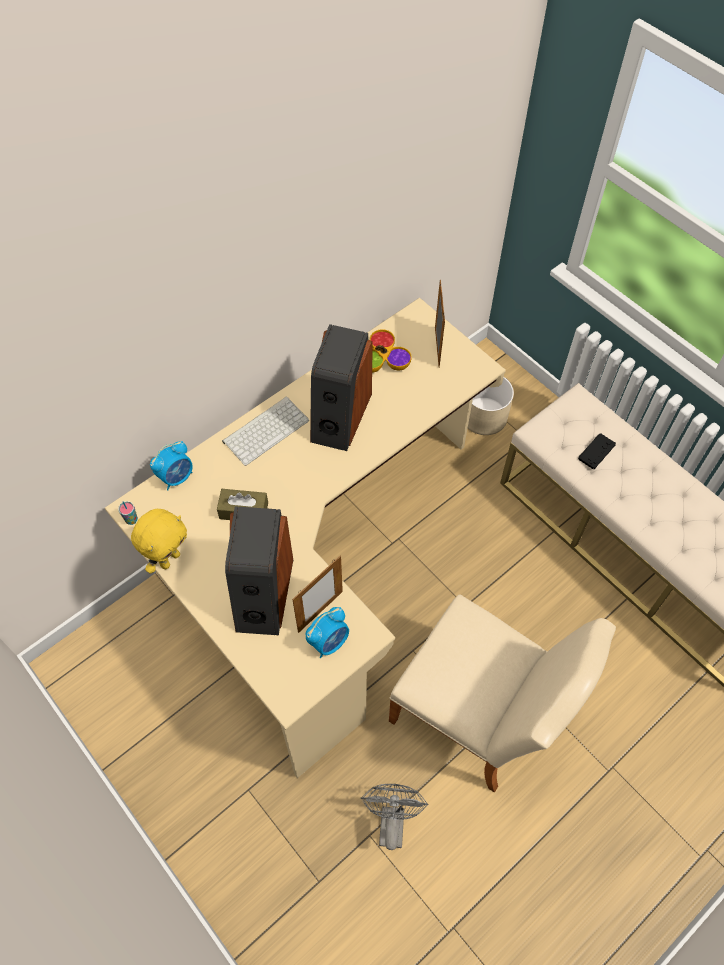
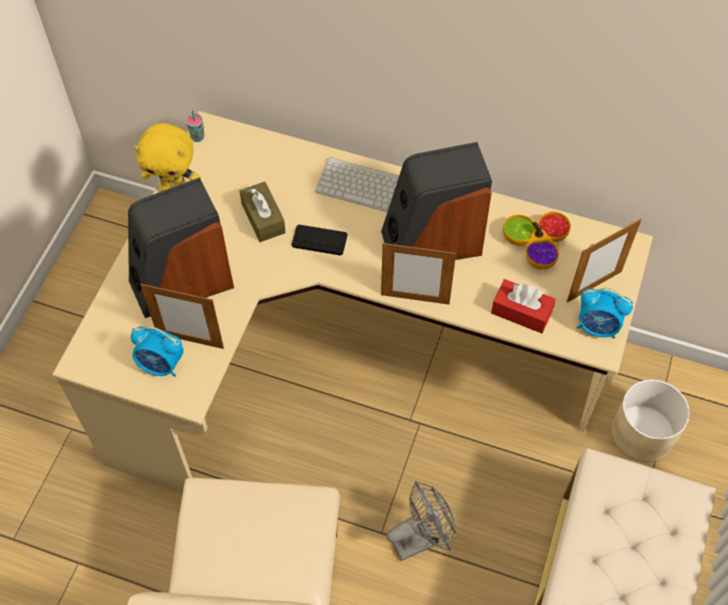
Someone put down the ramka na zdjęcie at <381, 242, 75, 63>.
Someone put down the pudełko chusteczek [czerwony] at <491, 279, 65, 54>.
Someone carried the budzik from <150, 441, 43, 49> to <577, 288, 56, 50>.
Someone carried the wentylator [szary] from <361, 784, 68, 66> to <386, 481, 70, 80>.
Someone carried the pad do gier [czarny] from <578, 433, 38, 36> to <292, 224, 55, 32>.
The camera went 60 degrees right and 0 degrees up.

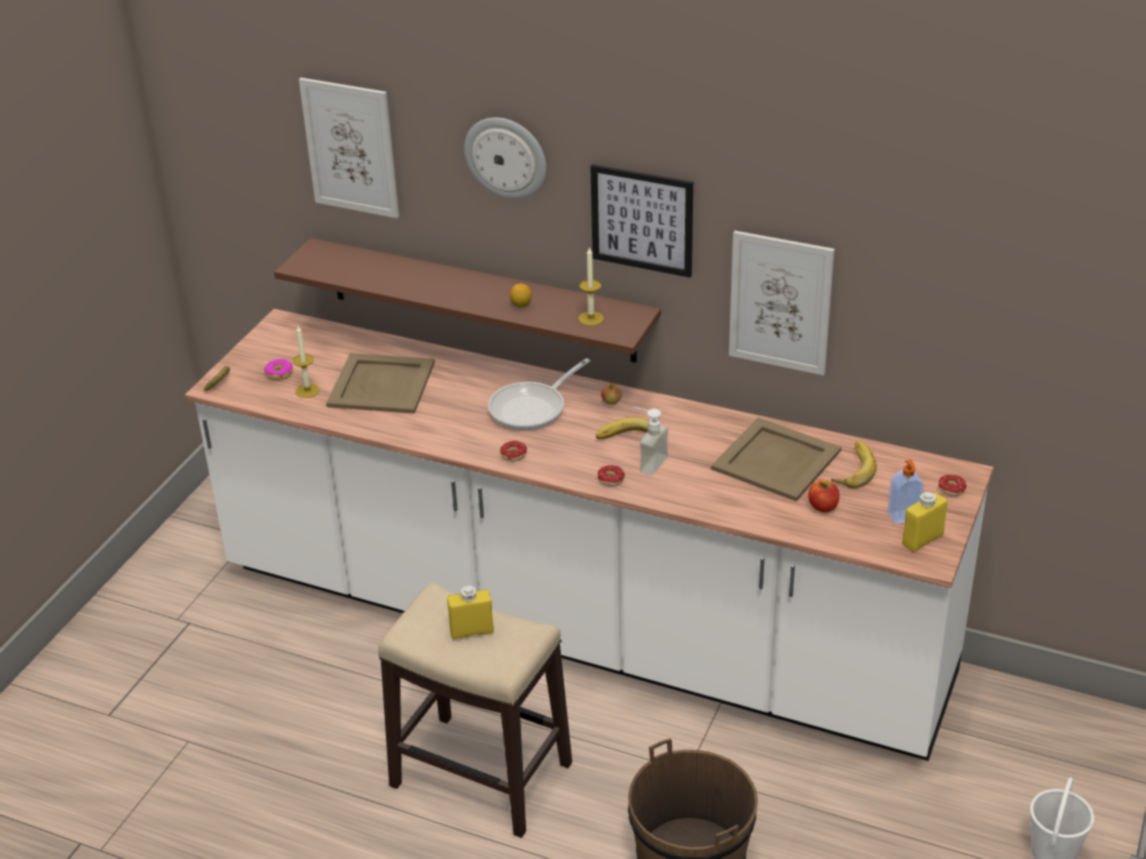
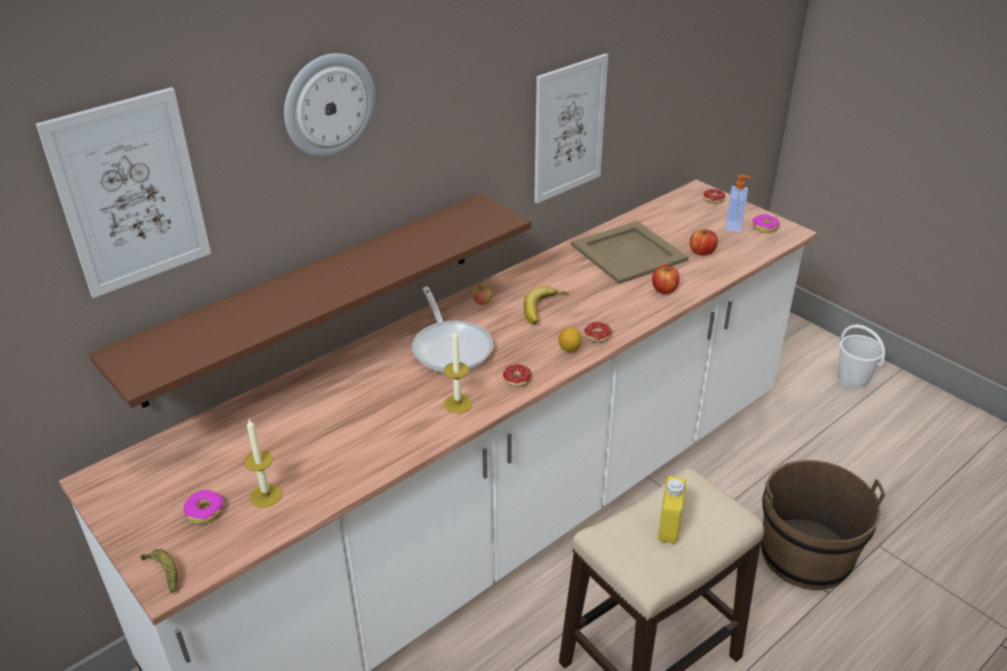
Someone took away the taca [beżowy] at <326, 353, 109, 61>.
Someone took away the obraz at <590, 164, 103, 114>.
Someone took away the dozownik mydła at <633, 407, 35, 68>.
Someone took away the banan at <831, 441, 46, 47>.
Someone put down the jabłko at <652, 265, 28, 29>.
Someone carried the cytryna from <510, 283, 22, 24> to <558, 327, 24, 25>.
Someone carried the świeca from <578, 247, 26, 79> to <444, 329, 28, 84>.
Someone swapped the butelka [żółty] at <902, 492, 46, 60> for the donut at <752, 214, 27, 19>.
The camera went 65 degrees left and 0 degrees up.

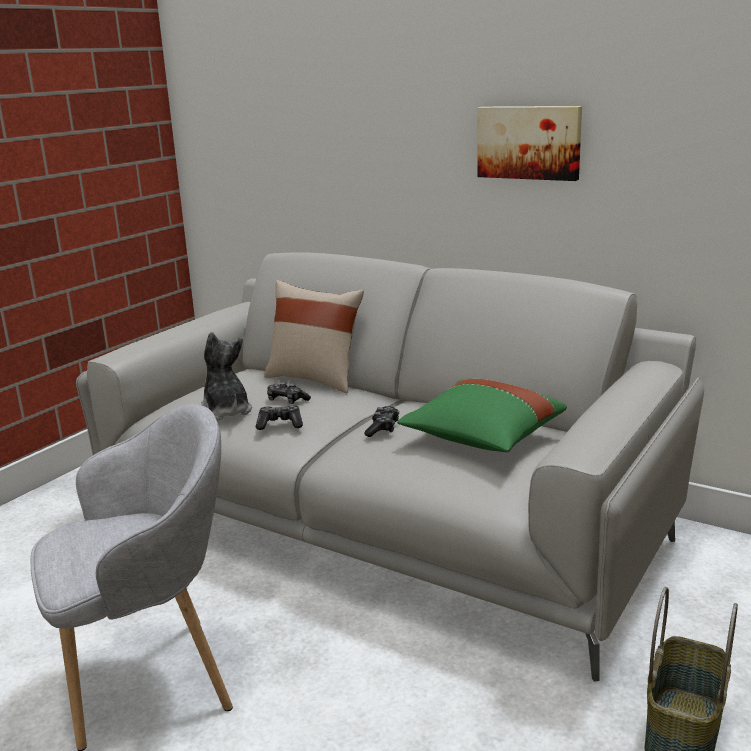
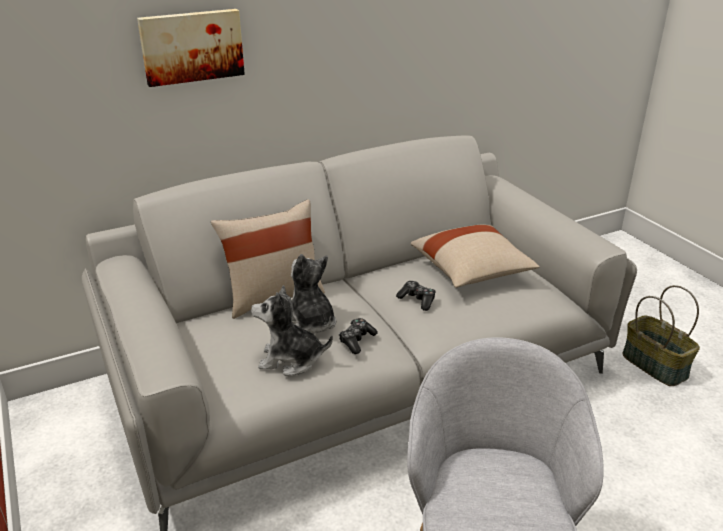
Someone carried the obraz from <477, 106, 105, 75> to <137, 9, 108, 78>.
Someone swapped the pad do gier at <267, 382, 44, 22> for the pluszak at <291, 254, 45, 80>.
Someone repainted the poduszka [zielony] at <397, 379, 170, 73>, which became the poduszka [beżowy] at <410, 225, 130, 63>.
The camera went 60 degrees left and 10 degrees up.

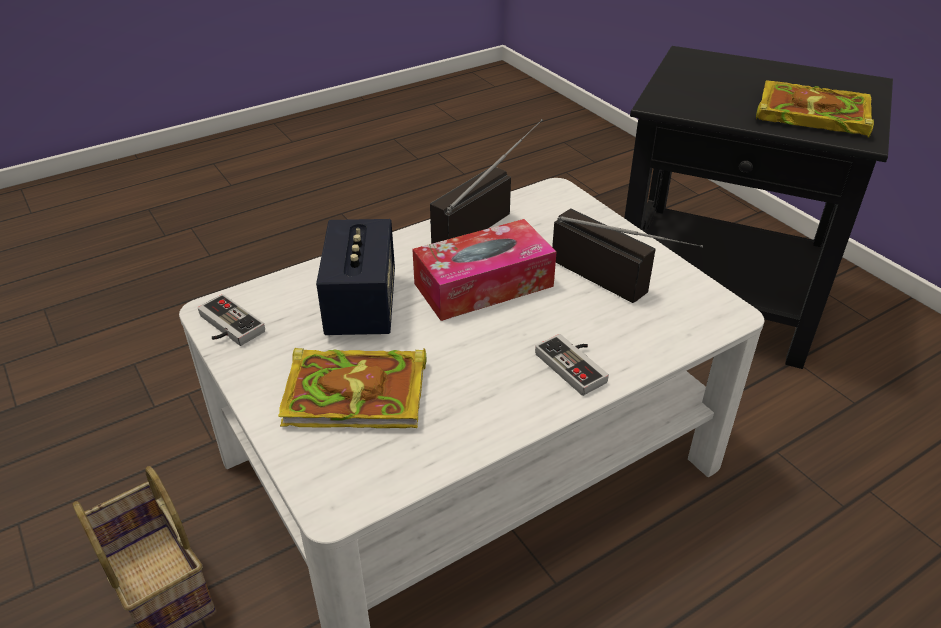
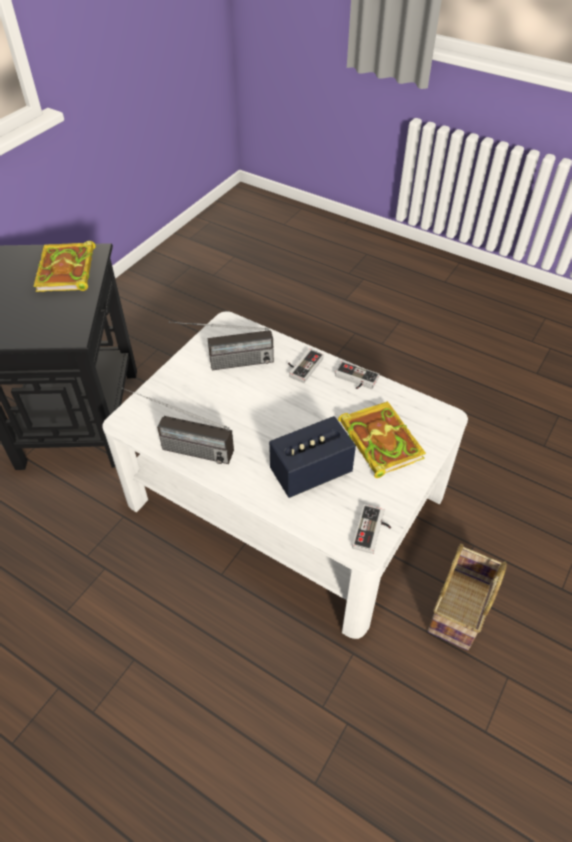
Someone took away the pudełko chusteczek at <412, 219, 144, 102>.
Someone put down the pad do gier at <335, 361, 45, 28>.
Someone rotated the radio at <552, 209, 151, 94> by 120 degrees counterclockwise.
The camera went 115 degrees left and 10 degrees up.

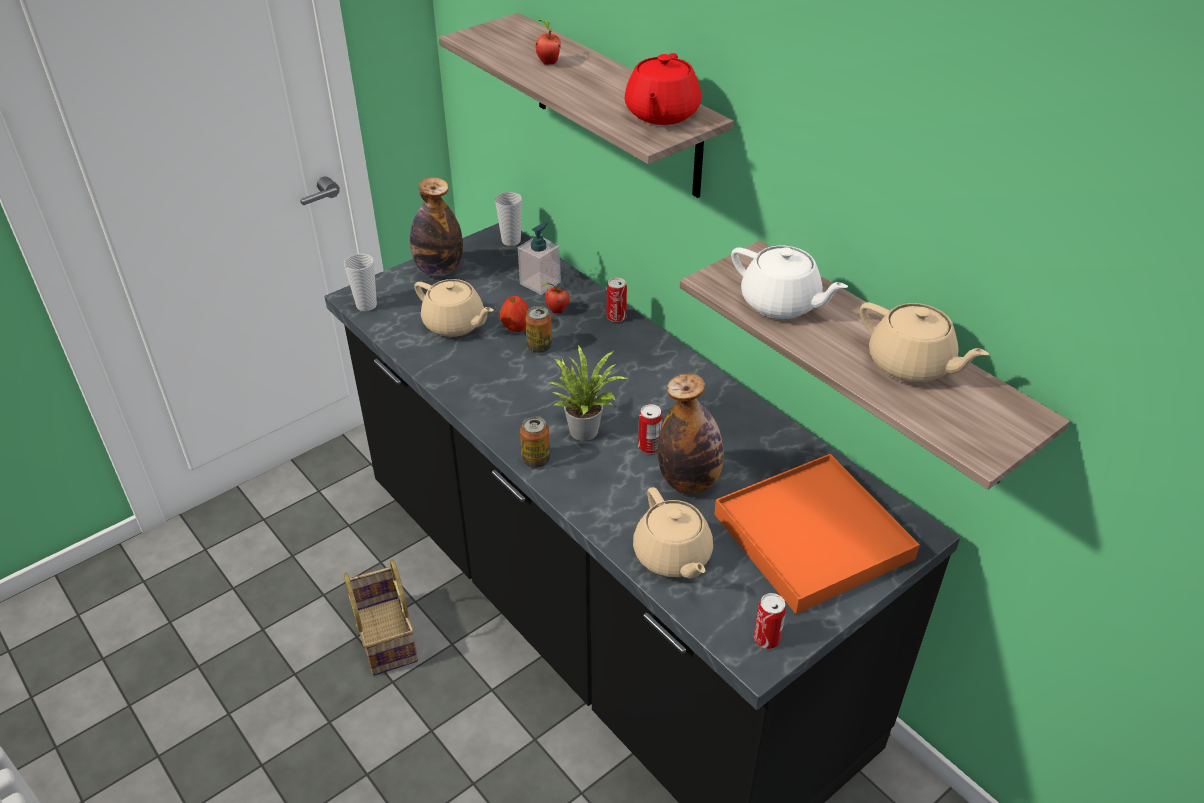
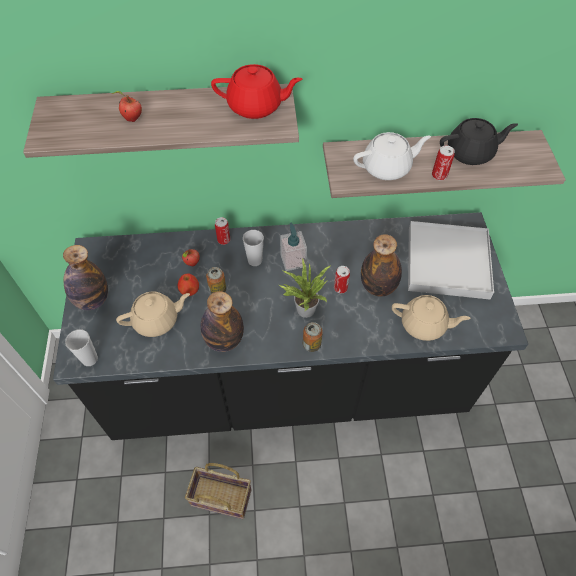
Someone put down the butelka at <200, 291, 44, 61>.
Someone carried the filiżanka from <495, 192, 27, 54> to <243, 230, 21, 36>.
Someone carried the dozownik mydła from <518, 221, 43, 74> to <280, 223, 27, 48>.
Someone carried the puszka from <754, 593, 32, 56> to <432, 145, 23, 35>.
Someone repainted the taca [pomarańczowy] at <714, 454, 206, 160>, which became the taca [biały] at <408, 221, 86, 78>.
Someone repainted the imbryk [beżowy] at <860, 302, 129, 81>, which became the imbryk [czarny] at <440, 118, 78, 47>.
Someone rotated the imbryk [czerwony] at <625, 53, 76, 72> by 45 degrees counterclockwise.
The camera went 55 degrees left and 15 degrees up.

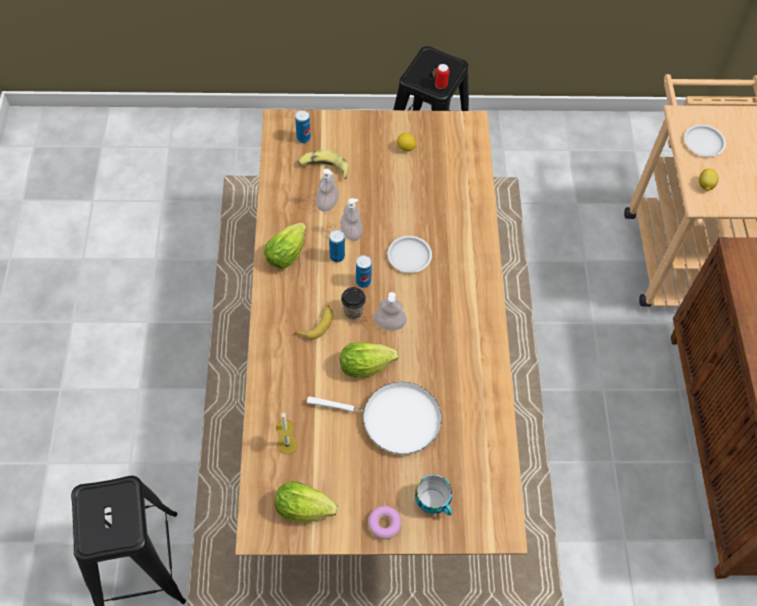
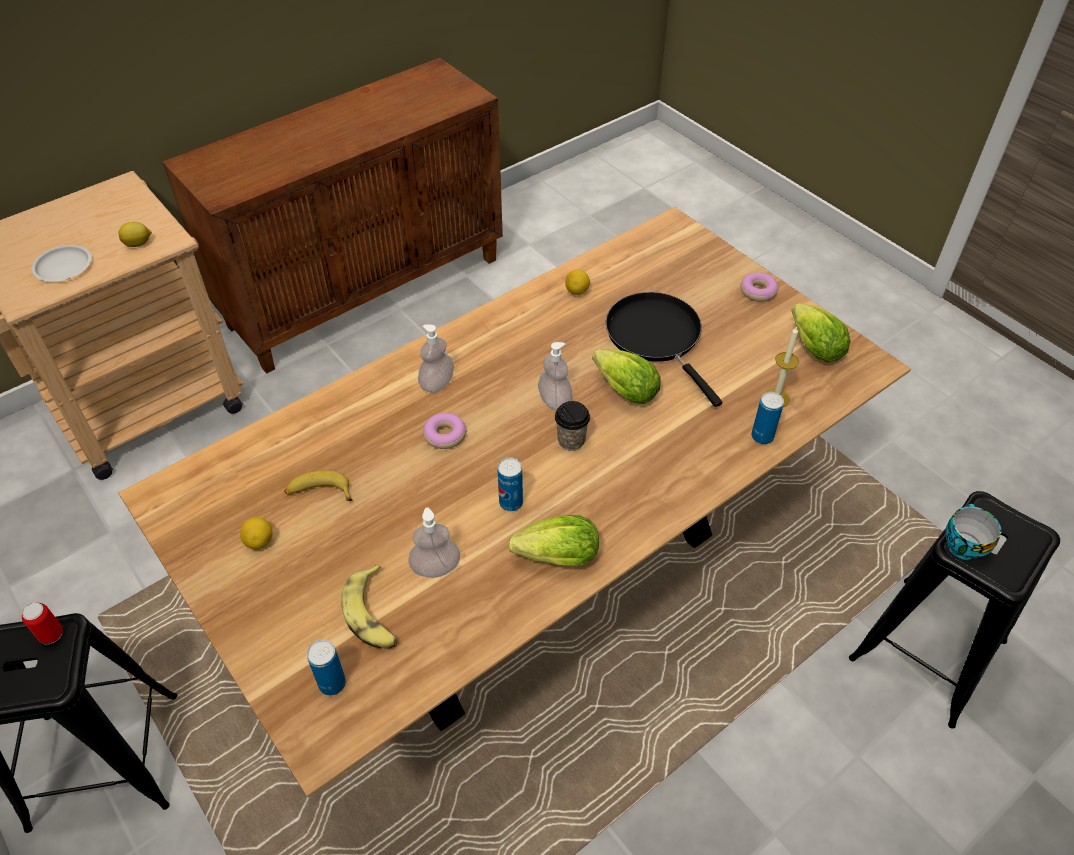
Someone put down the cytryna at <565, 270, 25, 25>.
Someone carried the banan from <294, 305, 39, 35> to <284, 470, 68, 31>.
Someone carried the dozownik mydła from <340, 198, 23, 43> to <418, 324, 36, 69>.
Someone carried the puszka from <356, 255, 16, 33> to <751, 392, 33, 52>.
Someone carried the filiżanka from <415, 474, 37, 41> to <946, 504, 55, 56>.
Someone swapped the talerz [biały] at <388, 236, 44, 37> for the donut at <423, 413, 44, 36>.
Someone repainted the patelnia [biały] at <307, 382, 135, 73>, which became the patelnia [czarny] at <606, 292, 116, 115>.
The camera went 125 degrees left and 10 degrees down.

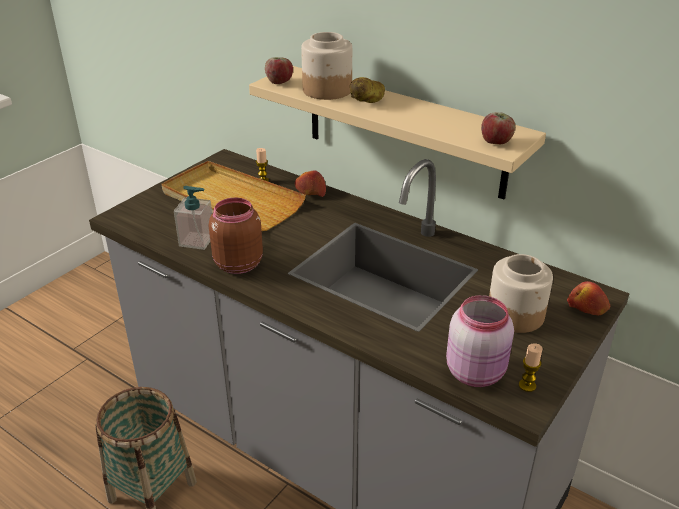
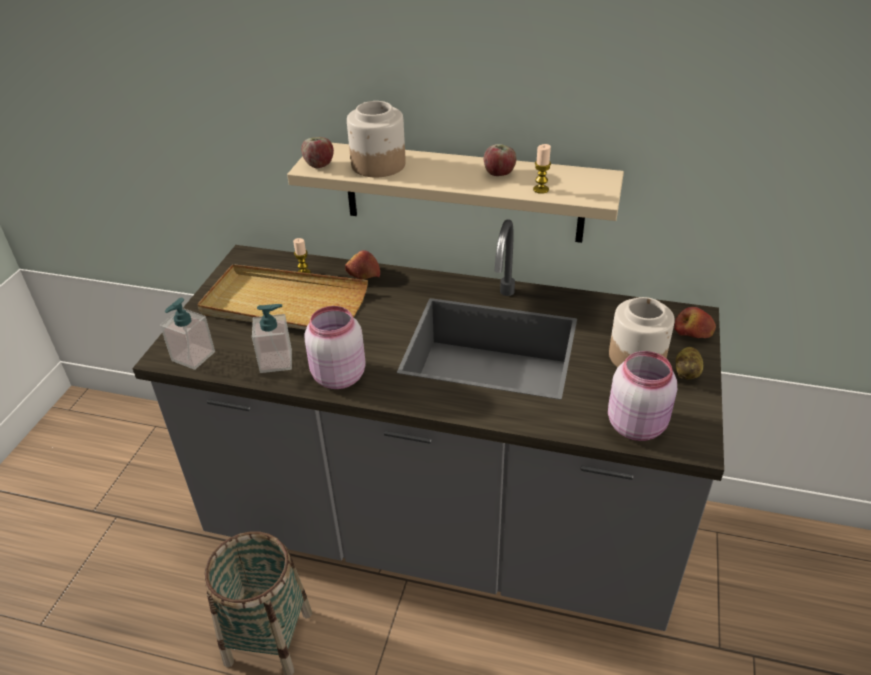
Someone put down the dozownik mydła at <160, 298, 55, 72>.
Someone carried the ziemniak from <350, 77, 35, 26> to <676, 347, 27, 33>.
Someone carried the jabłko from <481, 112, 34, 32> to <484, 144, 33, 32>.
Someone carried the świeca from <519, 343, 24, 49> to <533, 144, 18, 50>.
Someone repainted the słoik [brązowy] at <209, 198, 54, 76>, which became the słoik [różowy] at <305, 306, 61, 83>.
The camera went 20 degrees left and 5 degrees up.

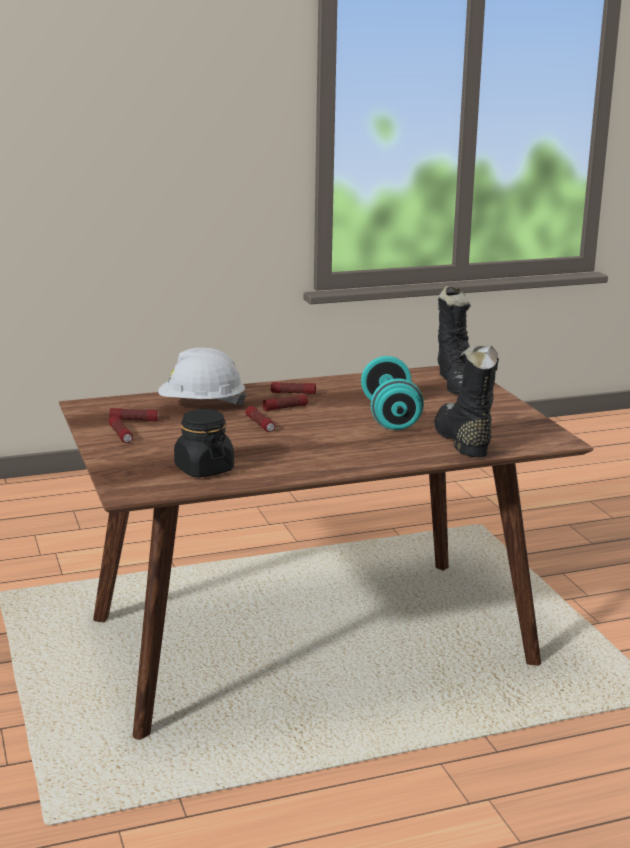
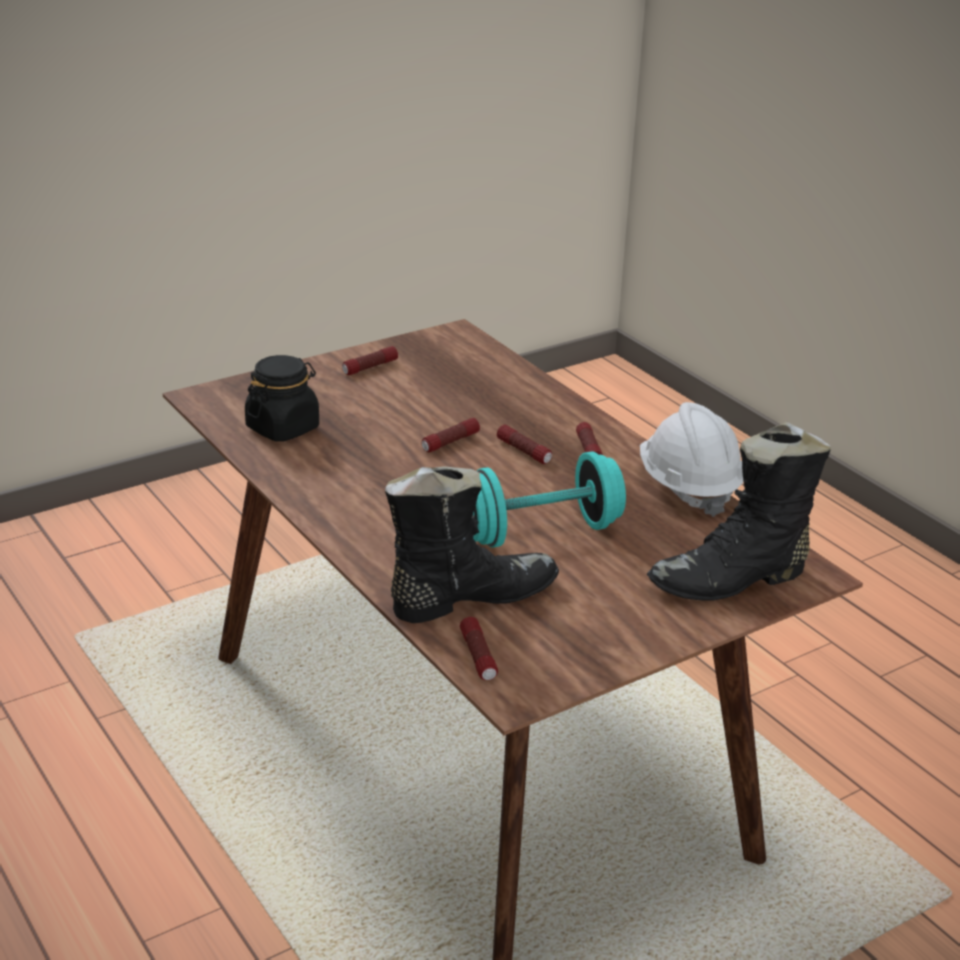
Someone carried the latarka from <109, 408, 50, 13> to <460, 617, 38, 63>.
Someone carried the kask [biały] from <158, 347, 88, 59> to <640, 402, 104, 115>.
The camera went 75 degrees right and 10 degrees up.

